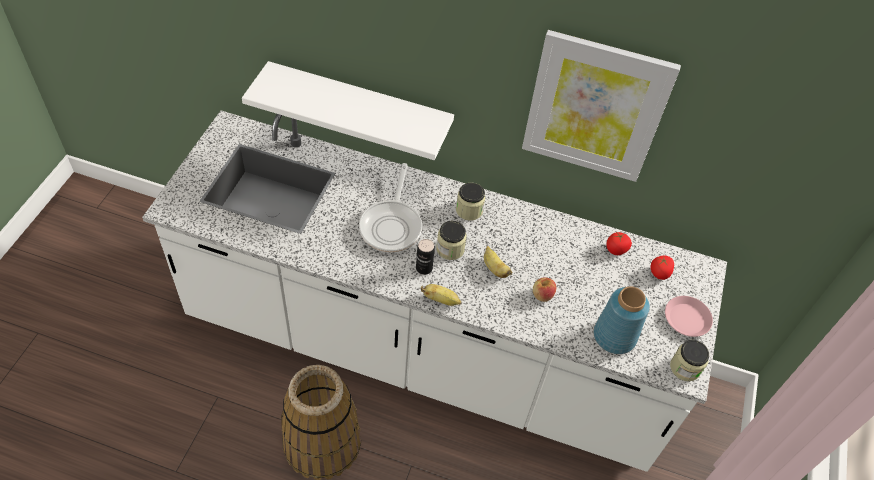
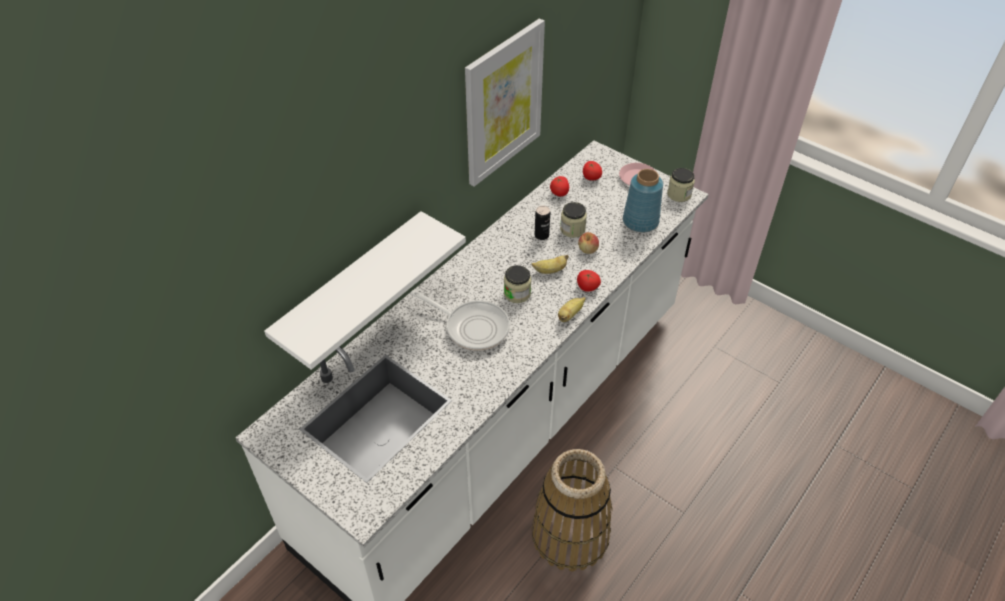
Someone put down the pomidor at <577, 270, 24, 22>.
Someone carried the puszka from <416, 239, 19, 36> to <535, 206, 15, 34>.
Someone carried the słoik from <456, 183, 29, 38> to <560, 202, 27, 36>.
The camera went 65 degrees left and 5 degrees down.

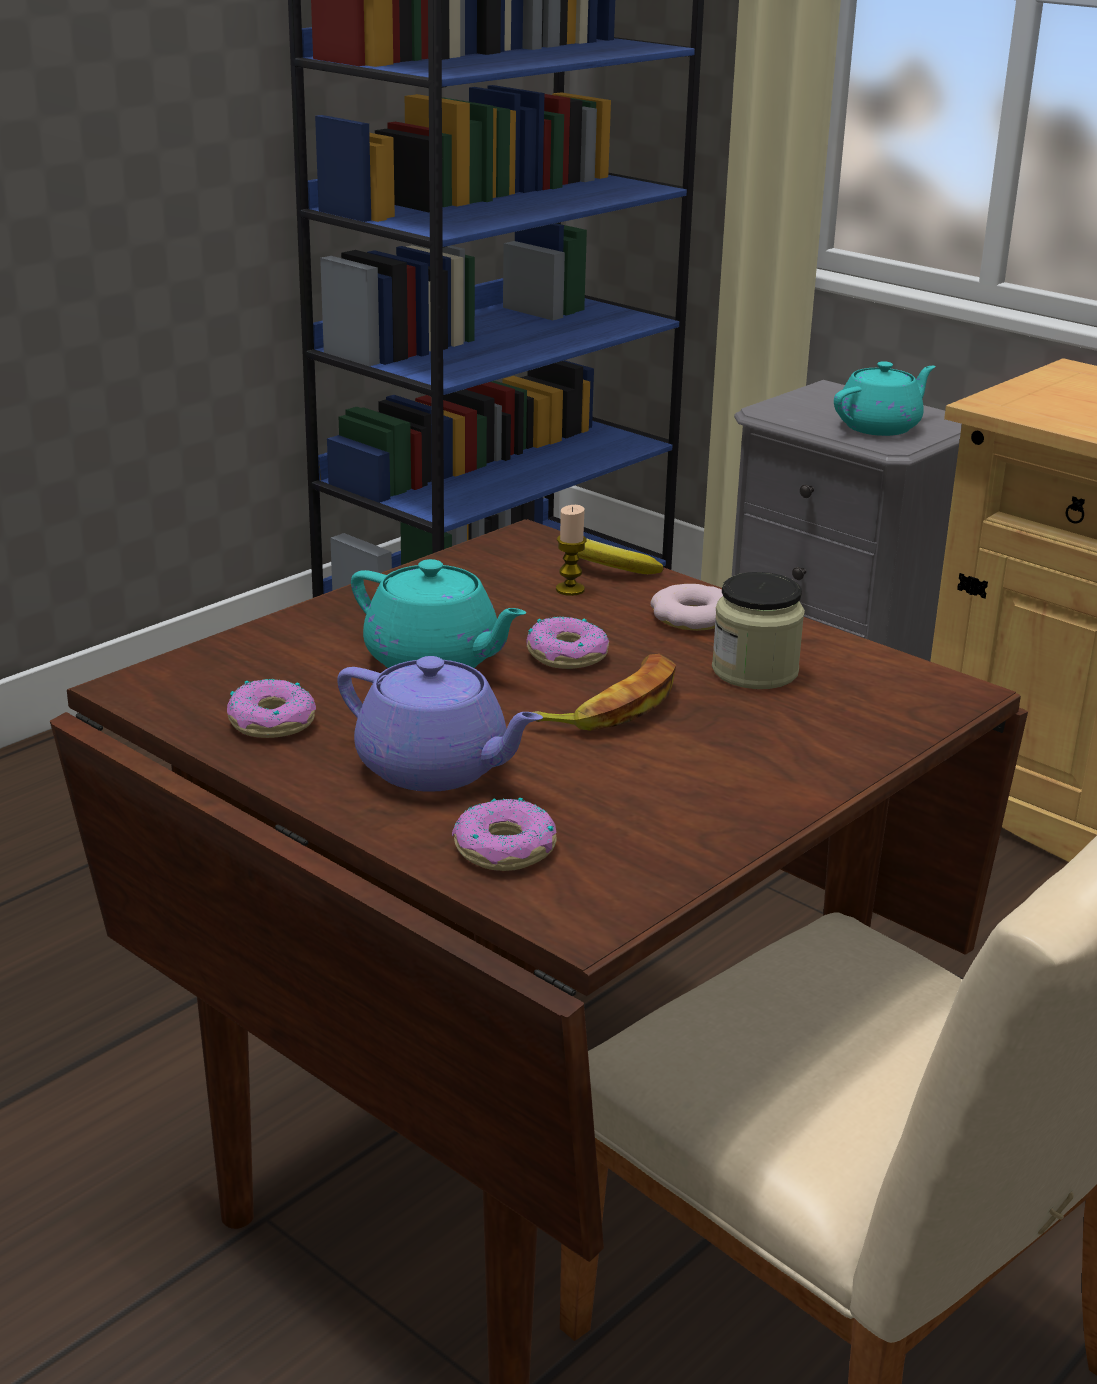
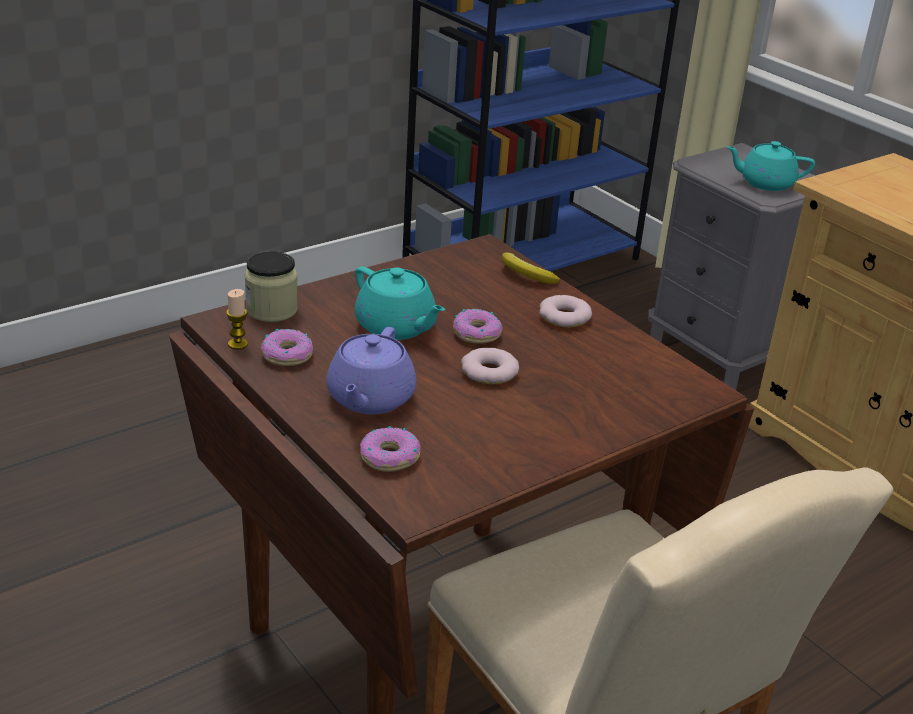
Someone carried the świeca from <556, 505, 31, 91> to <226, 289, 22, 61>.
Someone carried the słoik from <712, 572, 93, 117> to <244, 251, 54, 71>.
Someone swapped the banan at <533, 654, 143, 77> for the donut at <461, 348, 58, 36>.
Someone rotated the imbryk [fioletowy] at <337, 656, 206, 136> by 60 degrees clockwise.
Someone rotated the imbryk [turkusowy] at <834, 361, 102, 75> by 150 degrees counterclockwise.
The camera went 10 degrees right and 5 degrees up.

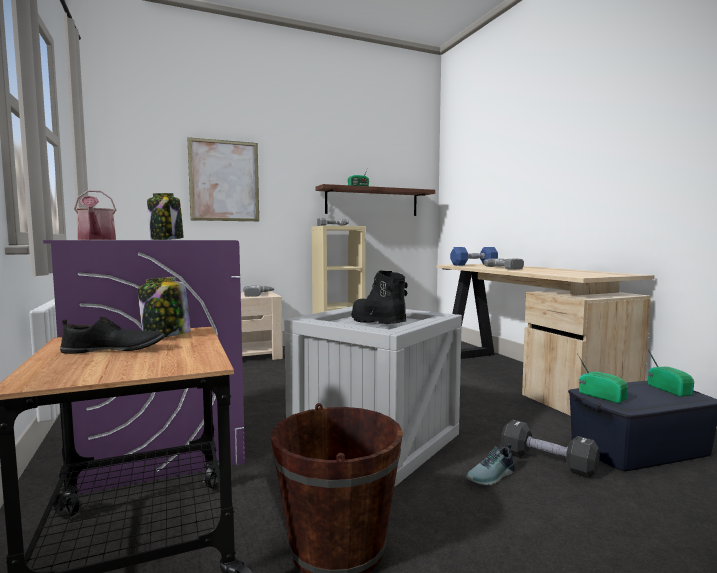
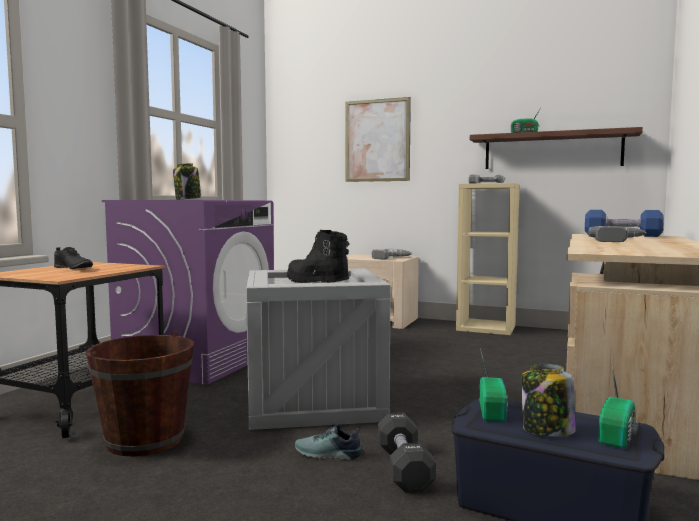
Someone took away the konewka at <74, 190, 42, 50>.
Someone carried the słoik from <138, 277, 53, 60> to <522, 364, 54, 73>.
Someone rotated the but z cholewką [czarny] at <351, 271, 57, 53> by 60 degrees counterclockwise.
The camera went 45 degrees right and 0 degrees up.

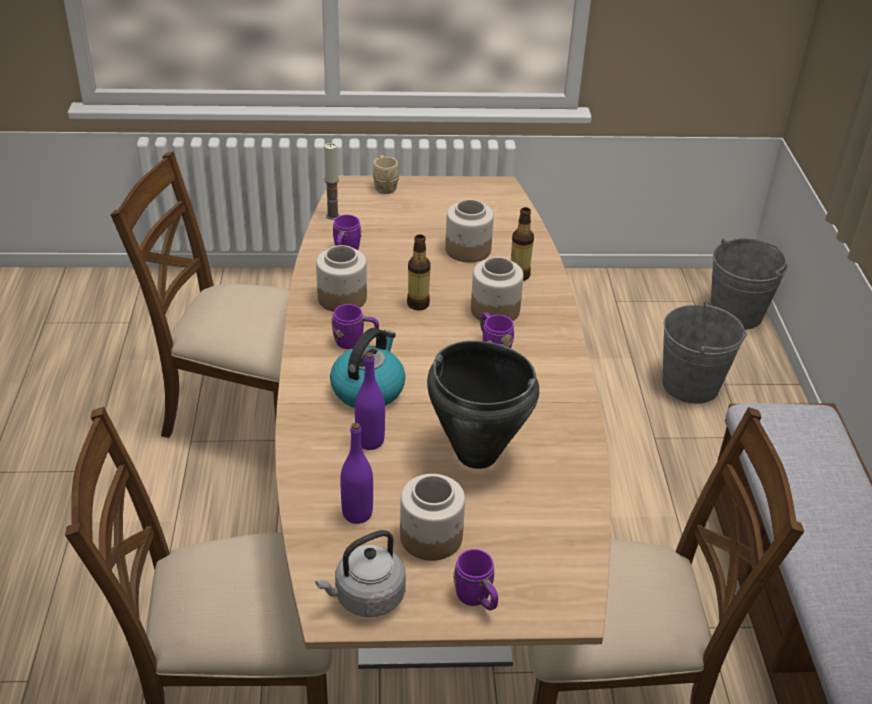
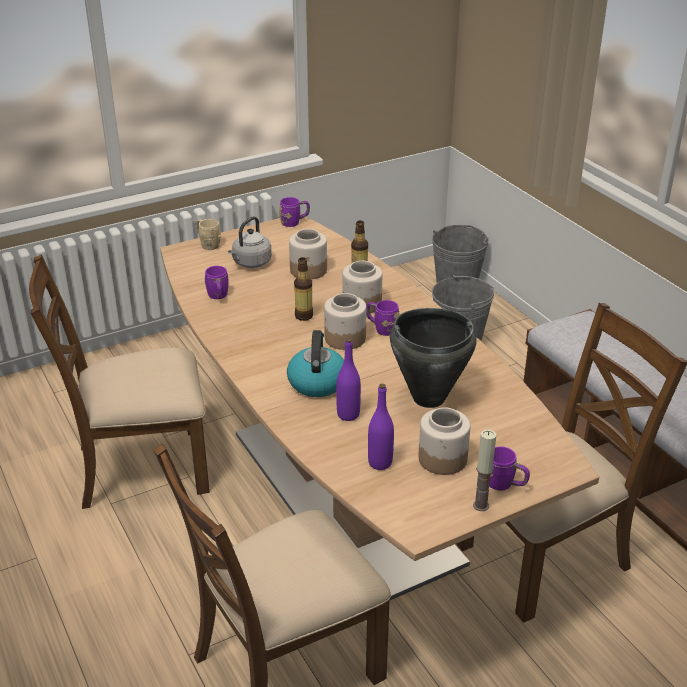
Someone carried the czajnik [szary] from <315, 530, 91, 87> to <228, 216, 44, 52>.
Someone carried the słoik from <316, 245, 51, 67> to <324, 293, 42, 57>.
Someone carried the świeca from <324, 143, 16, 77> to <473, 429, 23, 82>.
Someone carried the kubek [fioletowy] from <331, 304, 48, 45> to <279, 197, 31, 30>.
The camera went 25 degrees left and 5 degrees down.

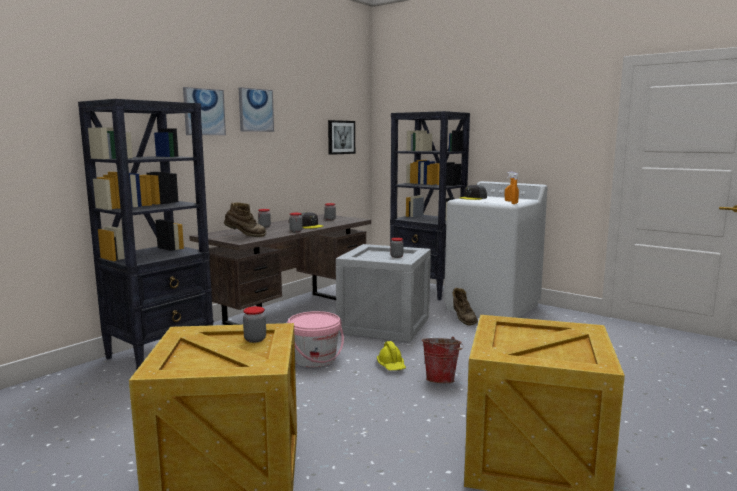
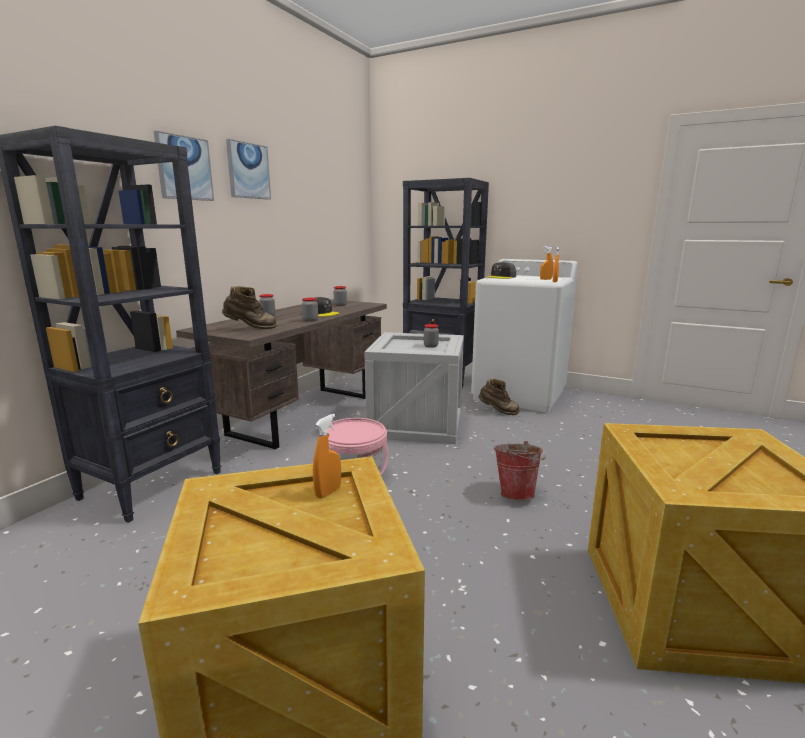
Someone took away the obraz at <328, 120, 27, 35>.
Someone took away the kask [żółty] at <377, 341, 29, 30>.
Someone swapped the słoik at <243, 306, 23, 37> for the spryskiwacz [pomarańczowy] at <313, 414, 28, 85>.
Someone rotated the but z cholewką [brązowy] at <453, 288, 25, 38> by 45 degrees counterclockwise.
The camera went 10 degrees left and 5 degrees up.

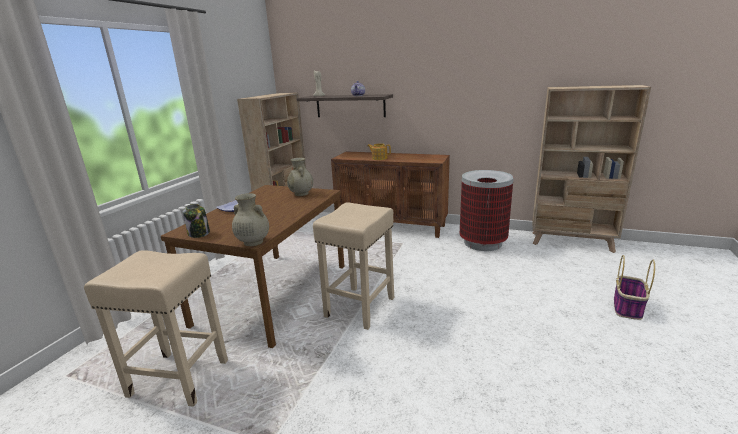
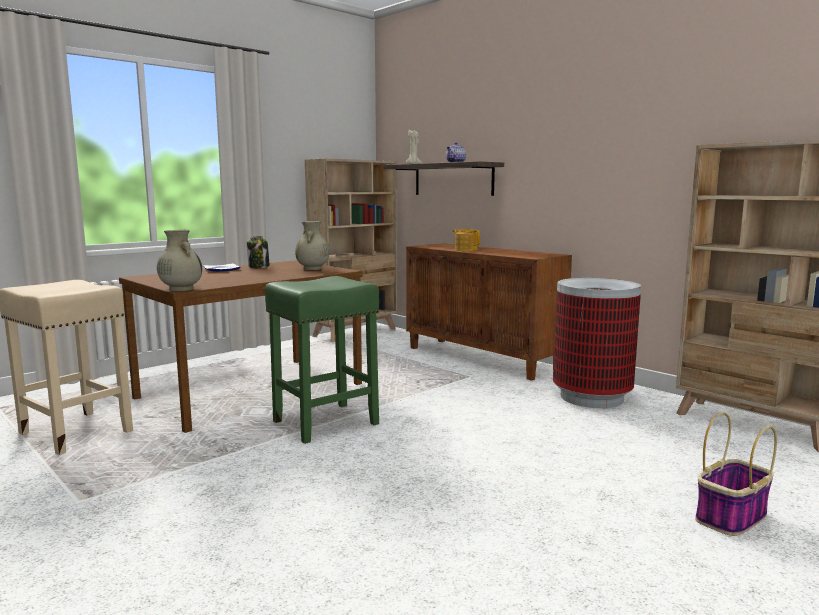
Someone carried the słoik from <182, 204, 28, 34> to <247, 236, 23, 32>.
Someone repainted the stołek [beżowy] at <313, 202, 81, 128>, which became the stołek [zielony] at <265, 276, 114, 168>.
The camera went 25 degrees right and 10 degrees down.

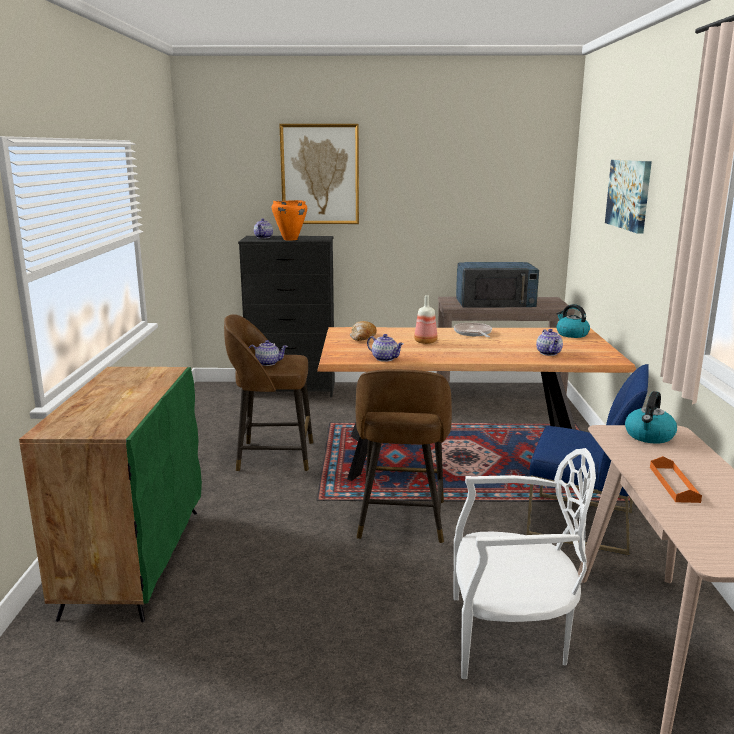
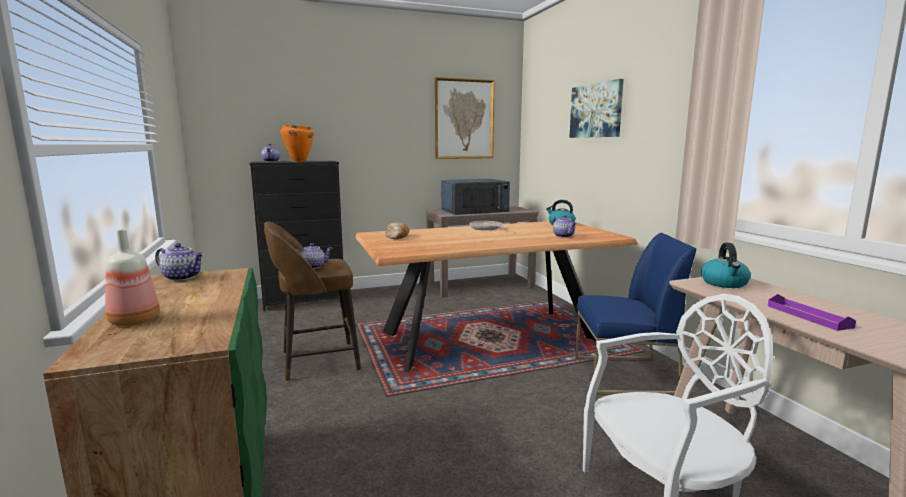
Someone took away the stołek [brązowy] at <356, 369, 96, 174>.
Someone carried the obraz from <279, 124, 80, 100> to <435, 77, 60, 82>.
Someone carried the imbryk from <367, 334, 36, 28> to <155, 243, 49, 38>.
Someone carried the butelka from <414, 295, 23, 49> to <105, 229, 55, 97>.
Someone repainted the taca [pomarańczowy] at <650, 456, 52, 47>, which became the taca [fioletowy] at <768, 294, 88, 37>.
The camera went 20 degrees left and 5 degrees down.

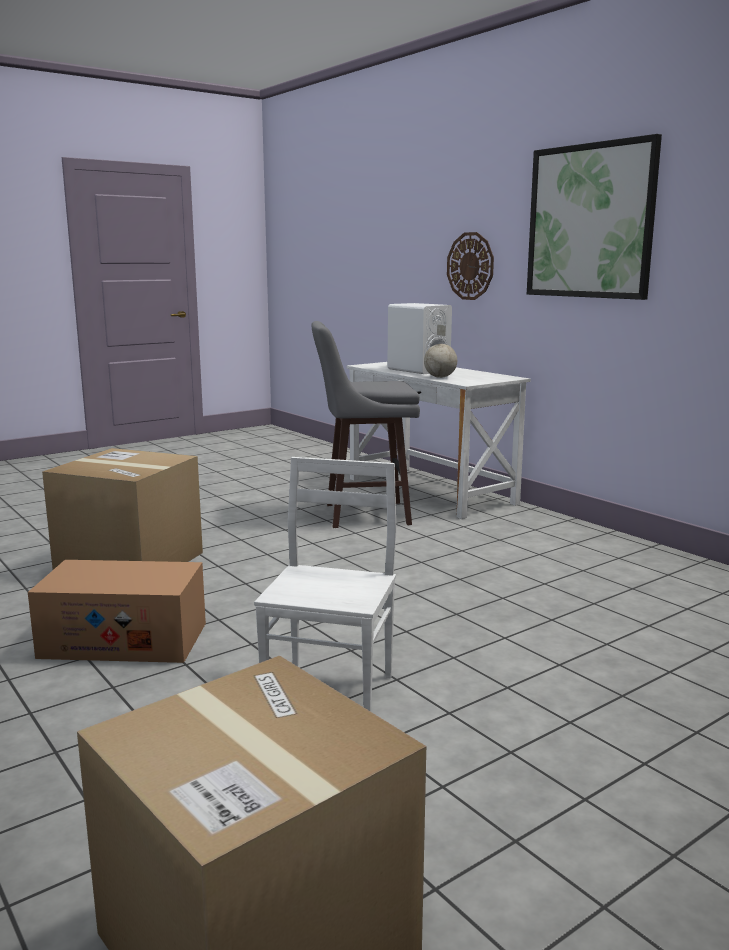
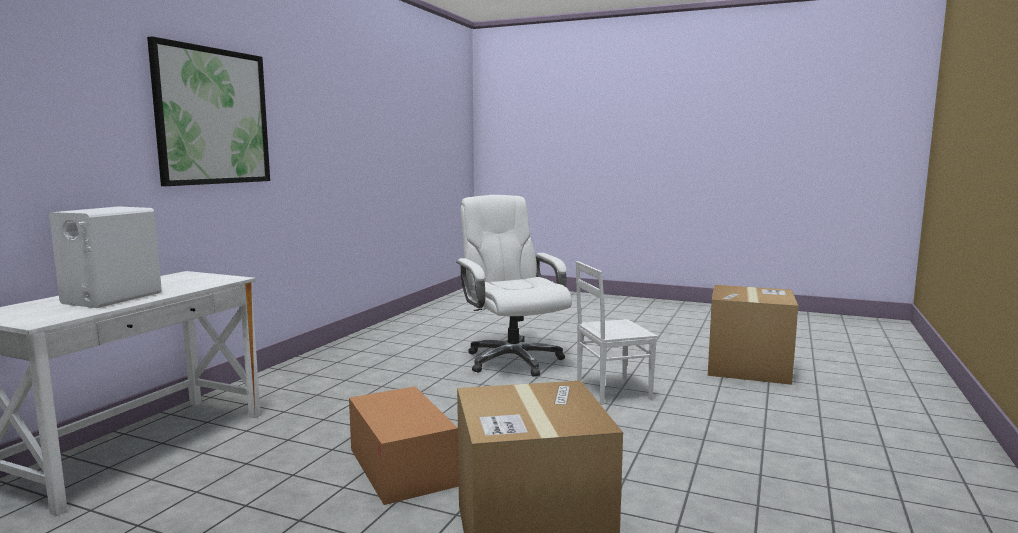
Someone took away the stołek [szary] at <311, 321, 109, 207>.
Someone took away the globus at <424, 324, 33, 54>.
Someone took away the zegar ścienny at <447, 232, 47, 68>.
Someone put down the krzesło biurowe [biały] at <456, 195, 116, 182>.
Someone carried the karton from <28, 560, 178, 103> to <349, 387, 110, 118>.
The camera went 120 degrees left and 5 degrees down.

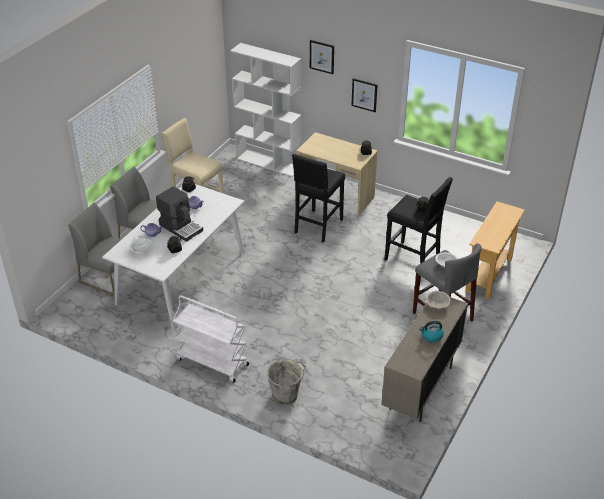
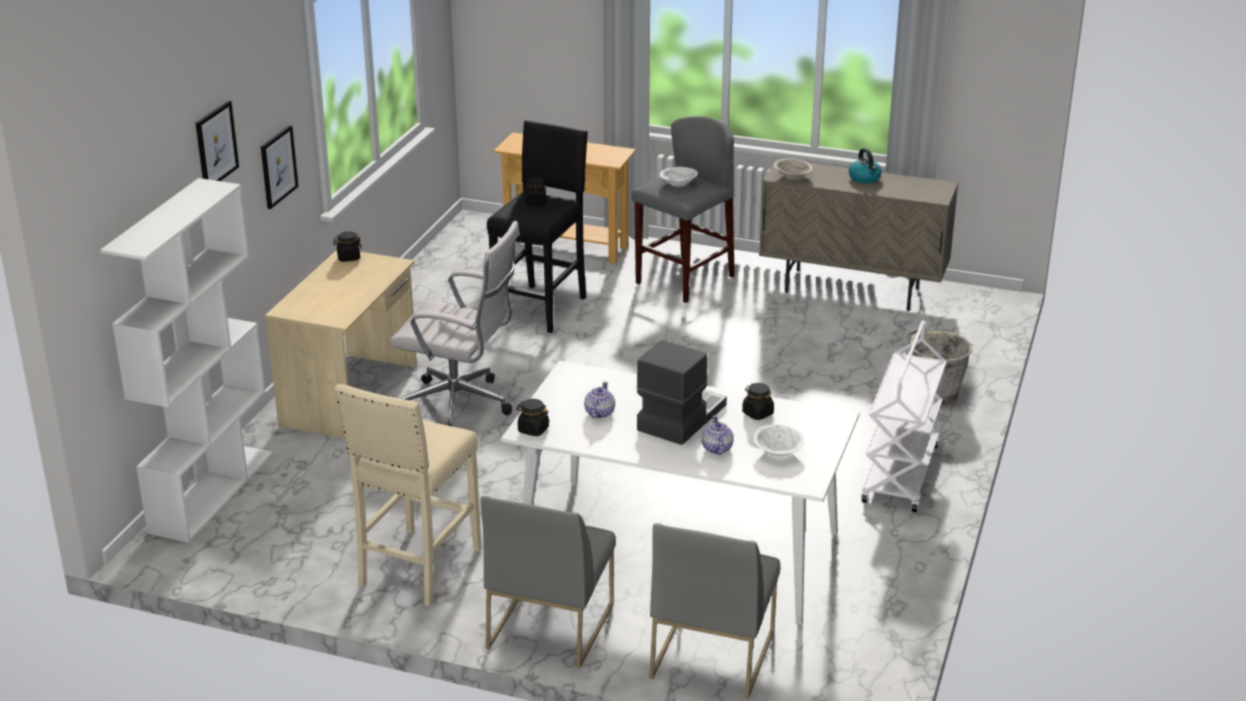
Someone swapped the stołek [czarny] at <292, 154, 53, 89> for the krzesło biurowe [biały] at <389, 221, 131, 206>.
The camera went 100 degrees left and 10 degrees down.

